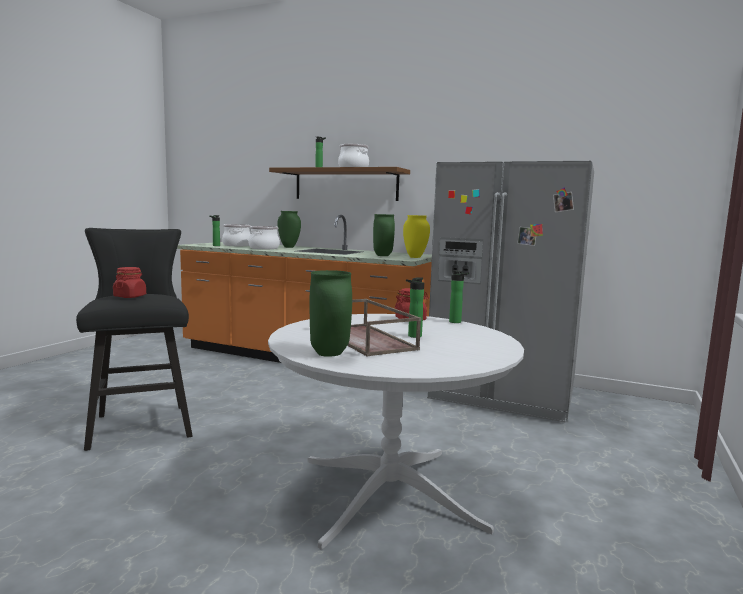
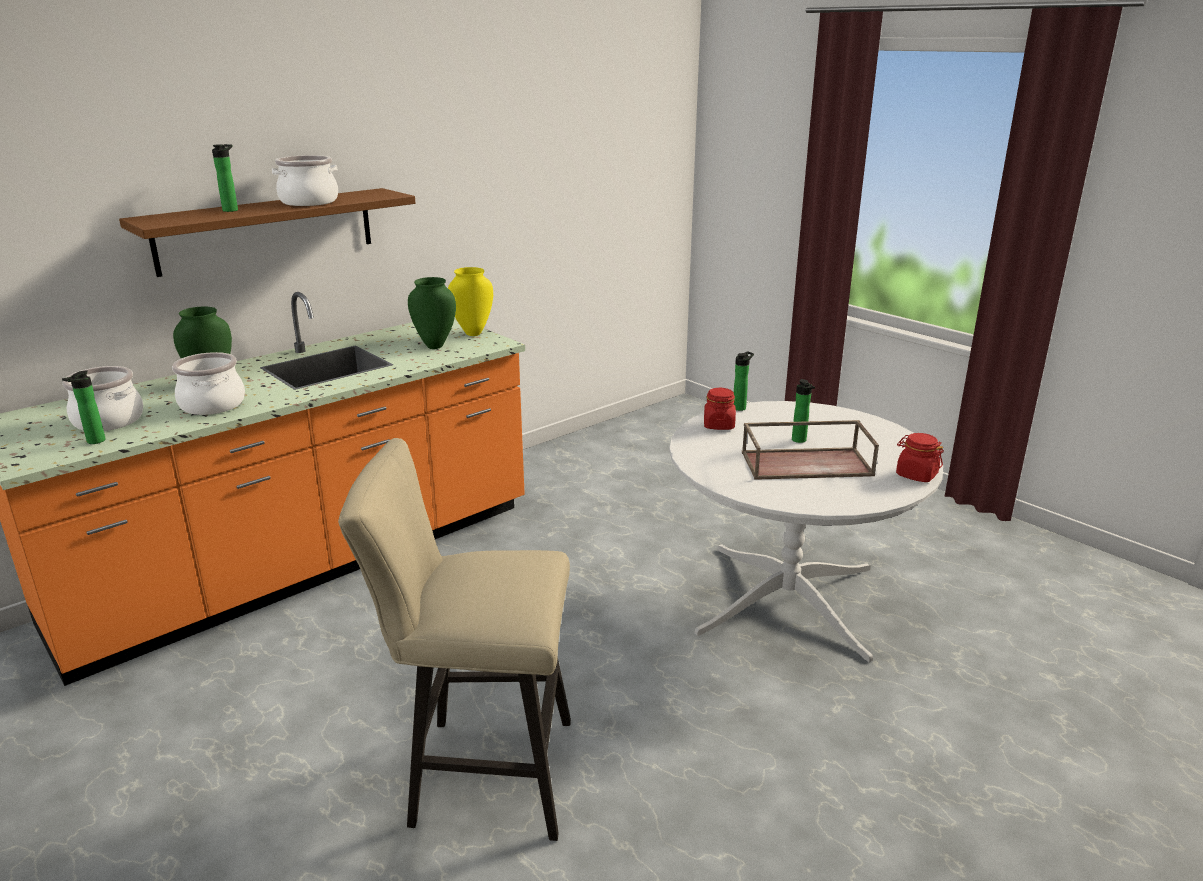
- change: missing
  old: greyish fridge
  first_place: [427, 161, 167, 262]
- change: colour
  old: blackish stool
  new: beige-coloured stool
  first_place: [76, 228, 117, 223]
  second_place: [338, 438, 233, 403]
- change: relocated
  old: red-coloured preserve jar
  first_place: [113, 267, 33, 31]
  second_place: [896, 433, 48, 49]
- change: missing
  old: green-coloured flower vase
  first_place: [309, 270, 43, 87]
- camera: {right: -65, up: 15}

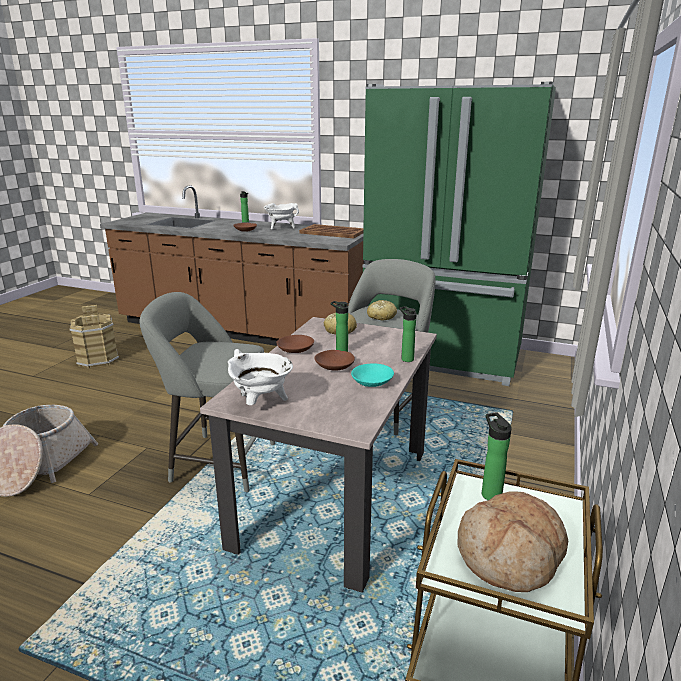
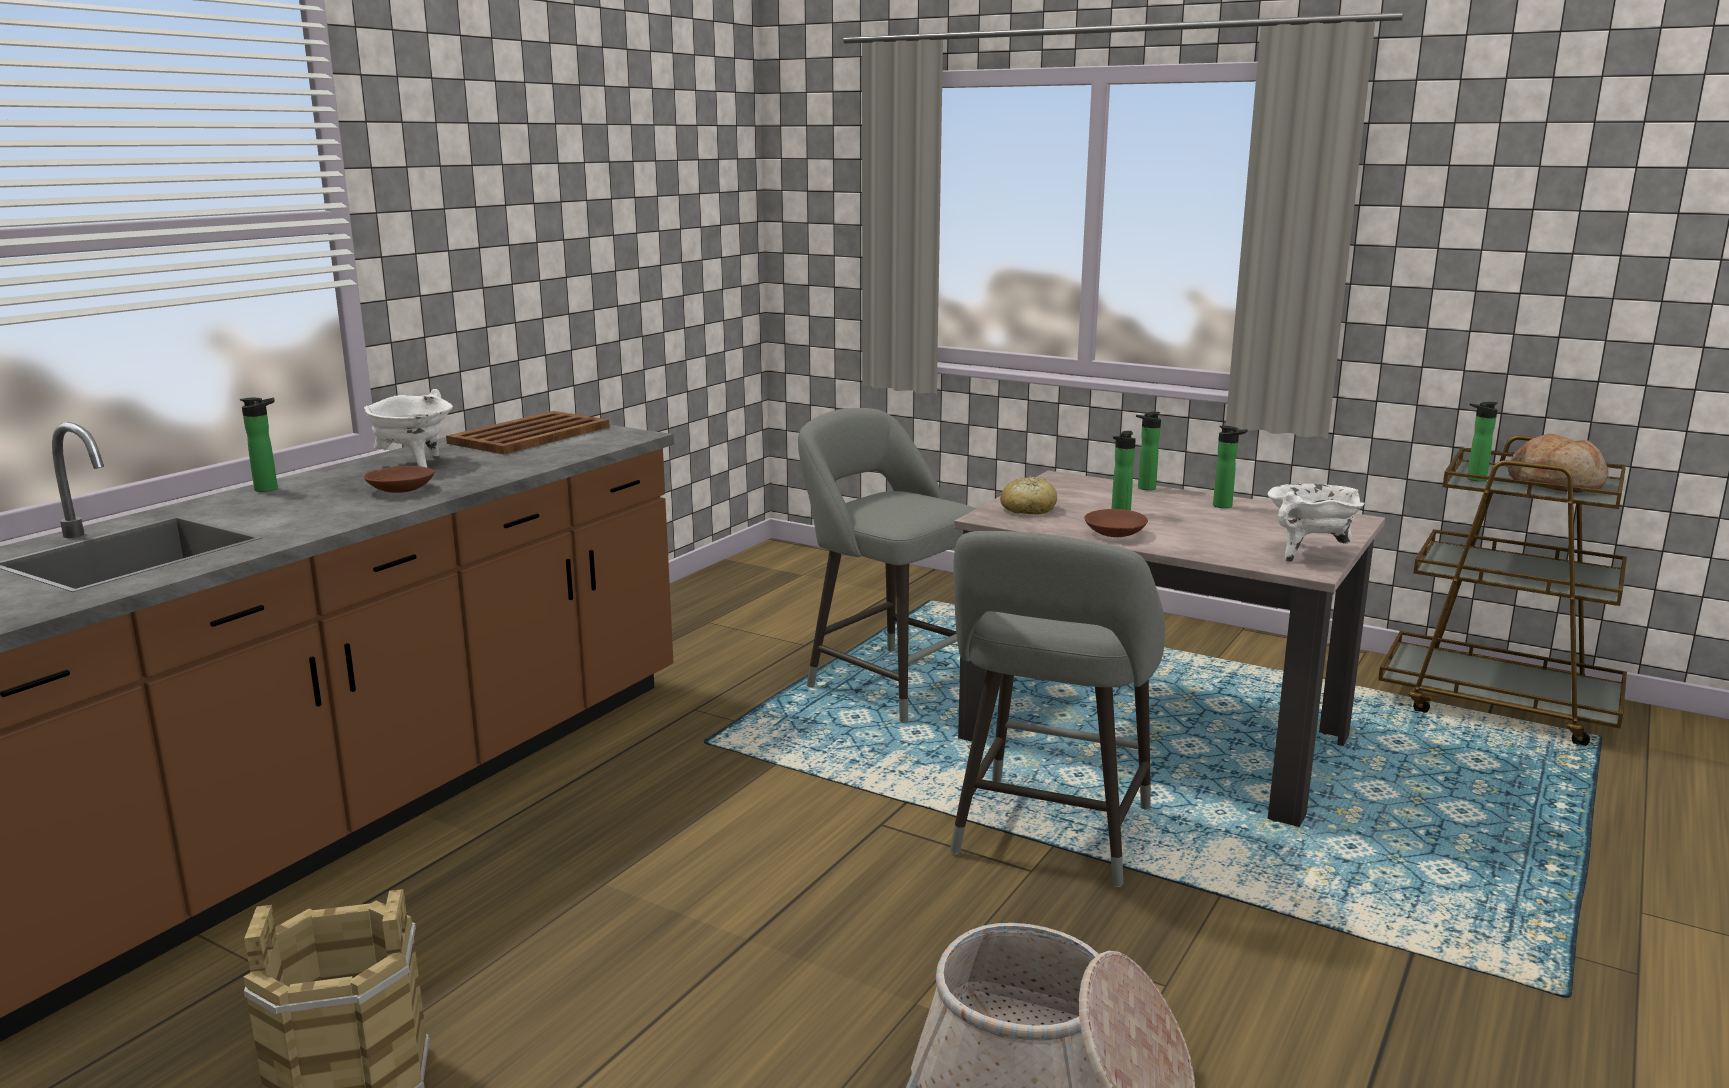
- change: missing
  old: green-coloured fridge
  first_place: [362, 82, 194, 304]
- change: missing
  old: baked bread
  first_place: [367, 300, 30, 20]
- change: missing
  old: brown-coloured serving bowl
  first_place: [314, 350, 41, 21]
- change: exchanged
  old: turquoise-coloured serving bowl
  new: bottle
  first_place: [351, 363, 43, 24]
  second_place: [1213, 426, 35, 82]
- camera: {right: -80, up: -5}

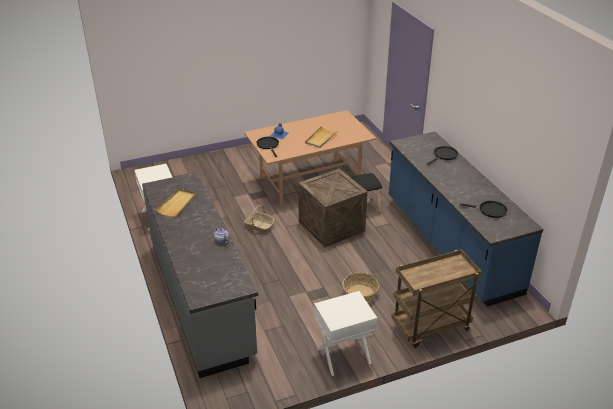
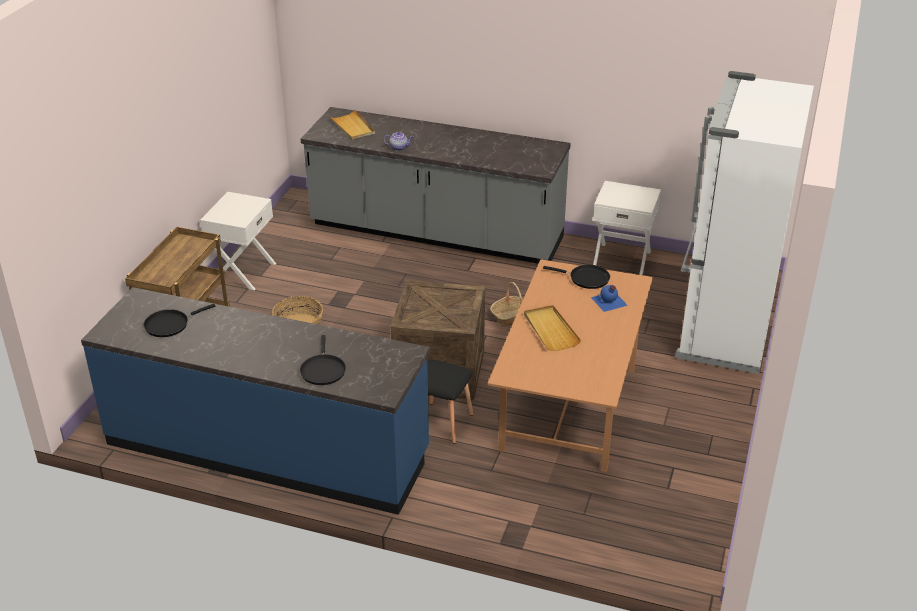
- change: relocated
  old: beige-coloured serving tray
  first_place: [156, 189, 40, 28]
  second_place: [329, 109, 46, 31]
- change: appeared
  new: white-coloured fridge
  second_place: [675, 71, 139, 303]
- camera: {right: 130, up: 0}

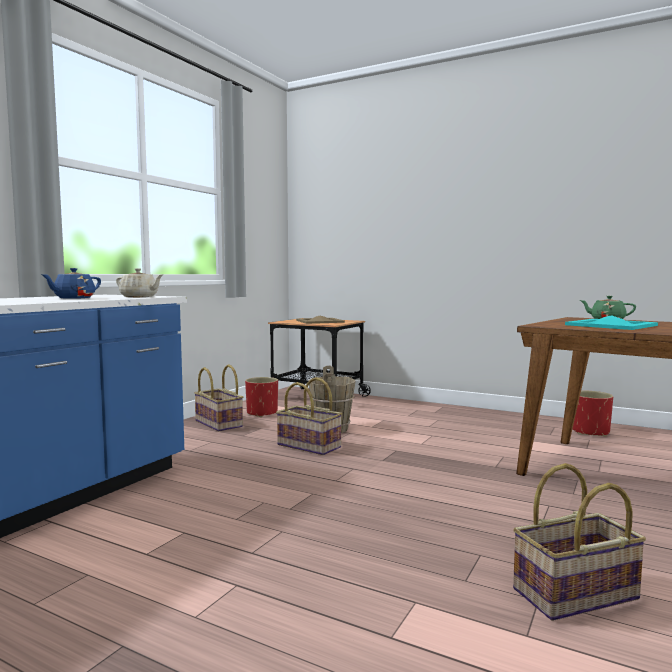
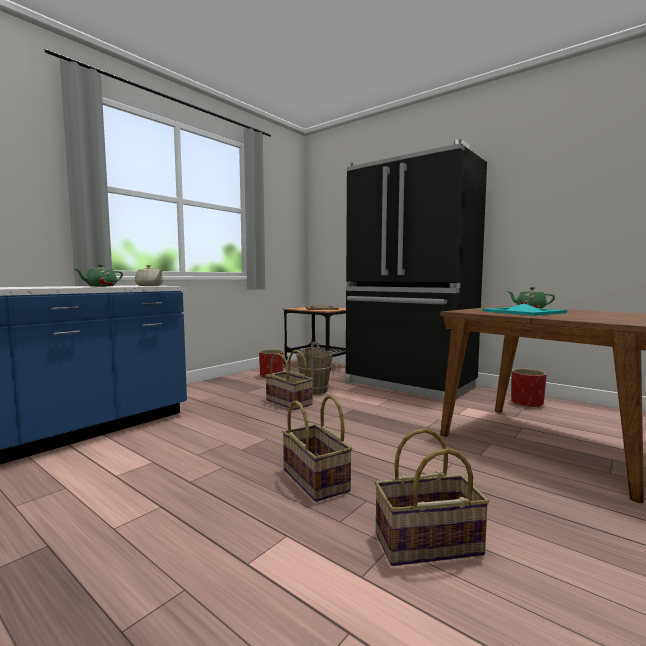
- change: colour
  old: blue pot for tea
  new: green-coloured pot for tea
  first_place: [41, 268, 60, 31]
  second_place: [75, 264, 48, 22]
- change: relocated
  old: household basket
  first_place: [194, 364, 49, 67]
  second_place: [282, 395, 70, 107]
- change: appeared
  new: blackish fridge
  second_place: [345, 139, 142, 263]
- camera: {right: 10, up: 0}

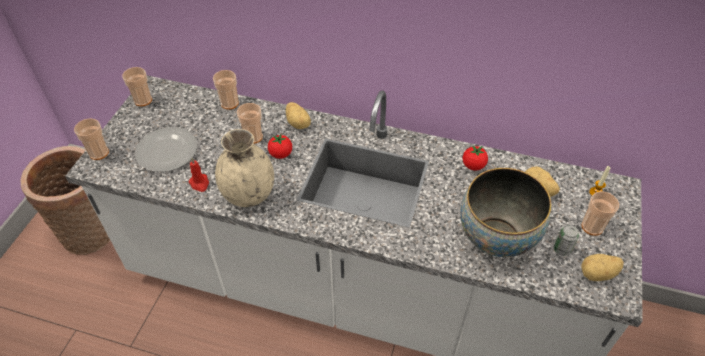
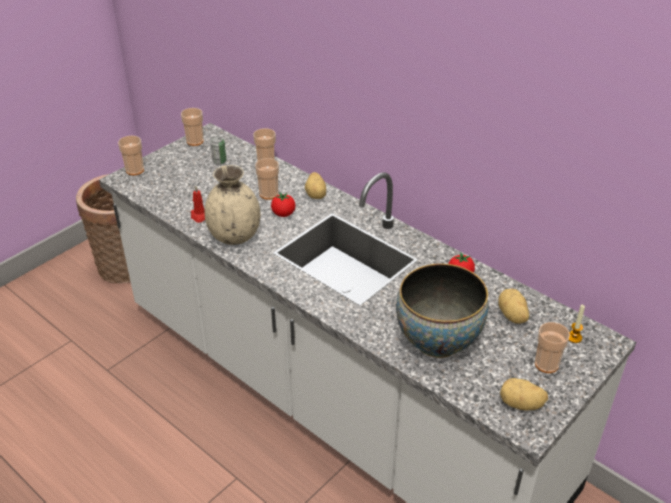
- change: missing
  old: flat dish
  first_place: [135, 127, 62, 45]
- change: relocated
  old: sealed can
  first_place: [554, 225, 25, 31]
  second_place: [210, 136, 16, 29]
- camera: {right: 25, up: -10}

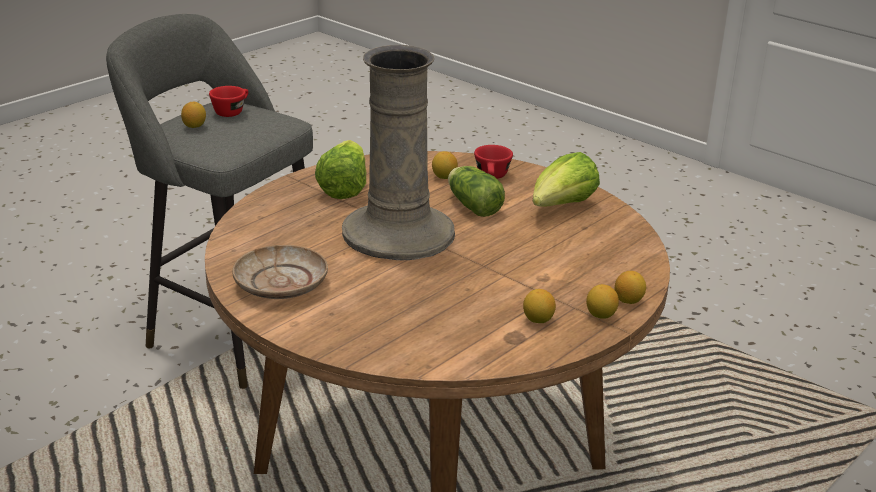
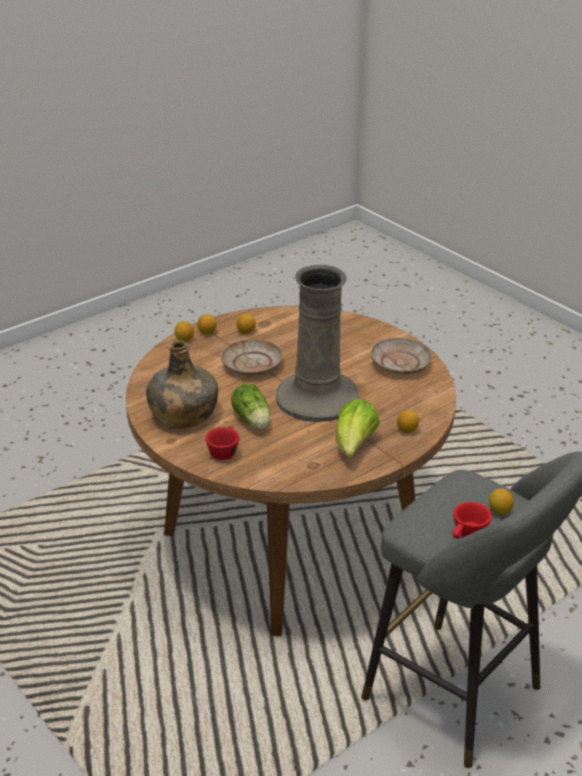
- change: relocated
  old: whole lemon
  first_place: [432, 151, 26, 28]
  second_place: [397, 410, 22, 23]
- change: exchanged
  old: head of lettuce
  new: green-coloured bottle
  first_place: [533, 152, 67, 55]
  second_place: [146, 341, 72, 88]
- change: appeared
  new: beige-coloured flat dish
  second_place: [221, 339, 62, 37]
- camera: {right: -170, up: 5}

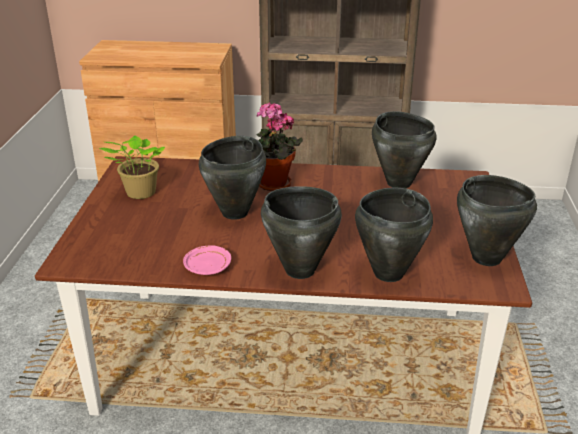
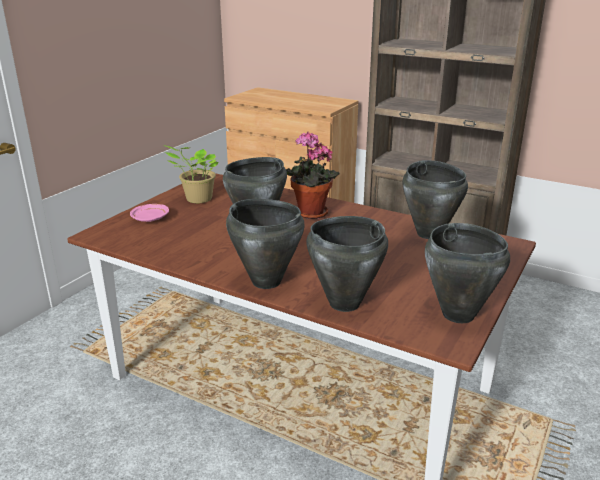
- change: relocated
  old: pink-coloured flat dish
  first_place: [183, 245, 48, 30]
  second_place: [130, 204, 39, 18]
- camera: {right: 25, up: -5}

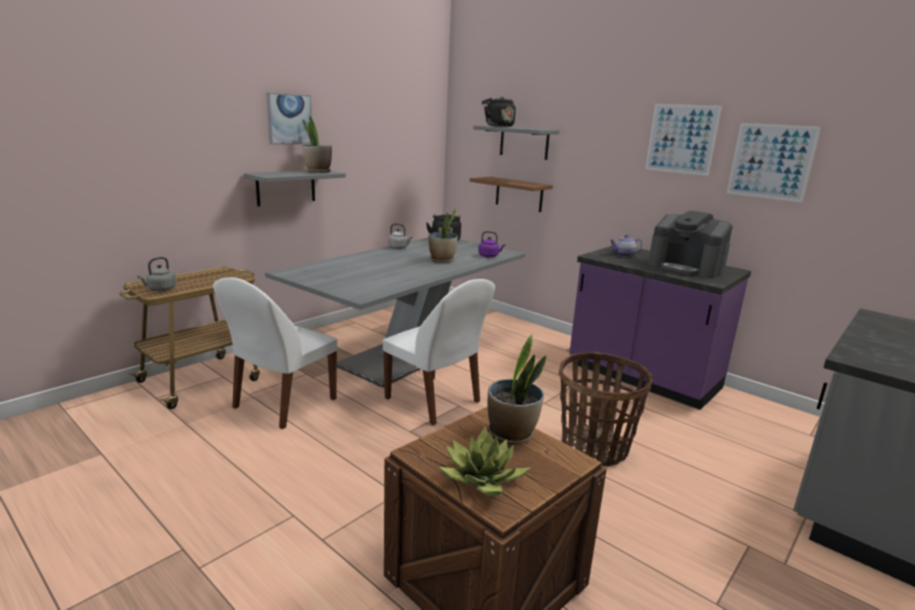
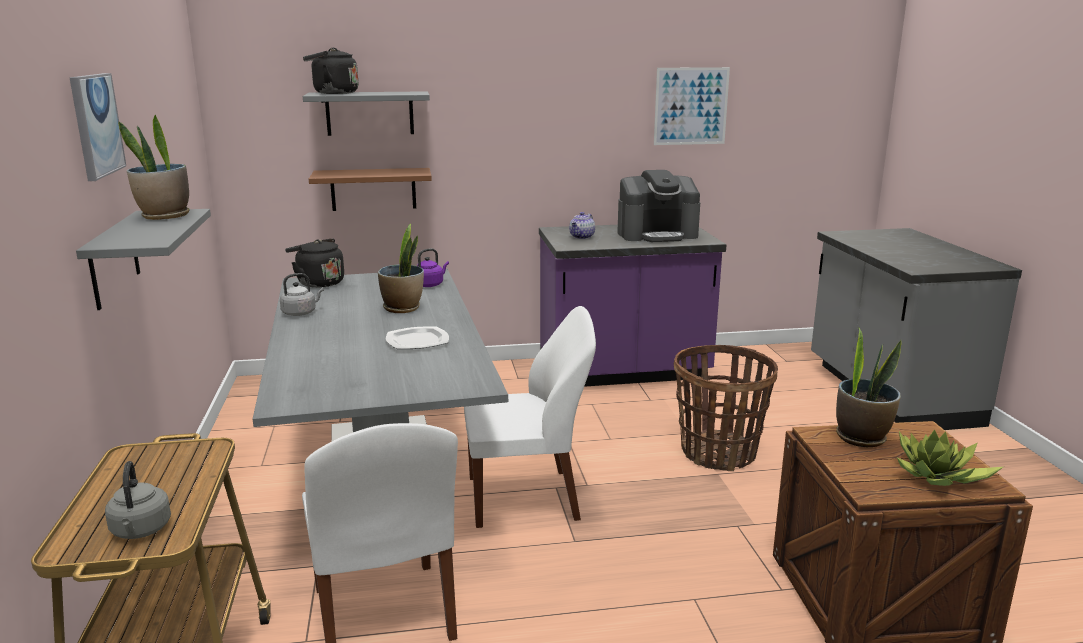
- change: missing
  old: picture
  first_place: [645, 104, 77, 72]
- change: appeared
  new: flat dish
  second_place: [386, 326, 63, 23]
- camera: {right: -50, up: 0}

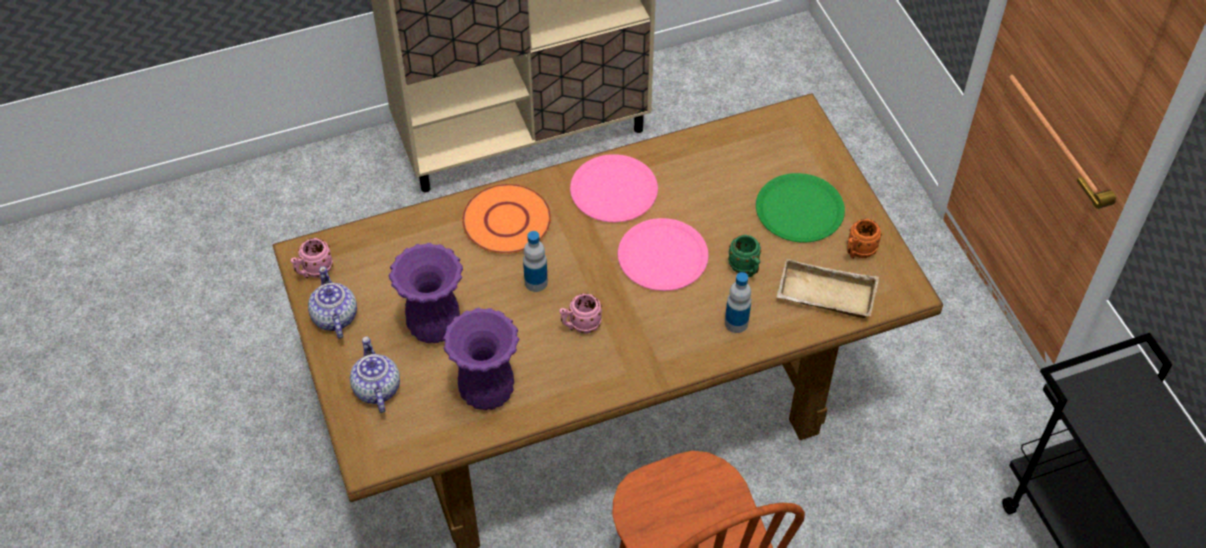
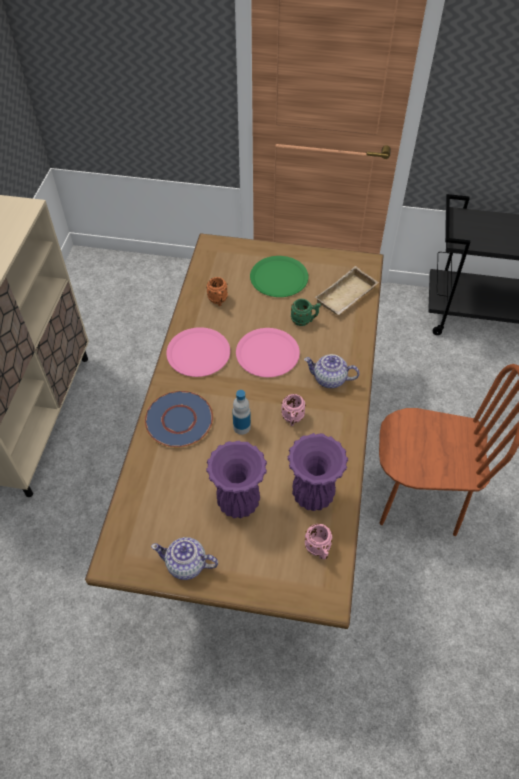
- change: colour
  old: orangey flat dish
  new: blue flat dish
  first_place: [462, 184, 89, 70]
  second_place: [145, 391, 68, 57]
- change: relocated
  old: orangey mug
  first_place: [847, 219, 35, 40]
  second_place: [206, 277, 22, 29]
- change: relocated
  old: pink-coloured mug
  first_place: [290, 238, 43, 40]
  second_place: [305, 523, 27, 37]
- change: missing
  old: bottle
  first_place: [725, 272, 26, 61]
- change: relocated
  old: pot for tea
  first_place: [350, 337, 50, 76]
  second_place: [304, 354, 55, 34]
- camera: {right: -60, up: 0}

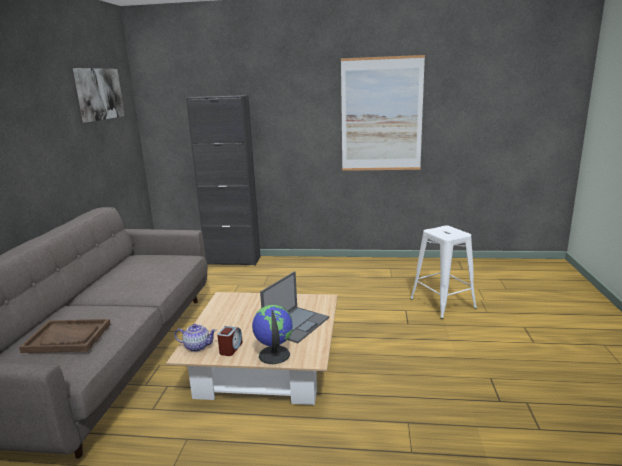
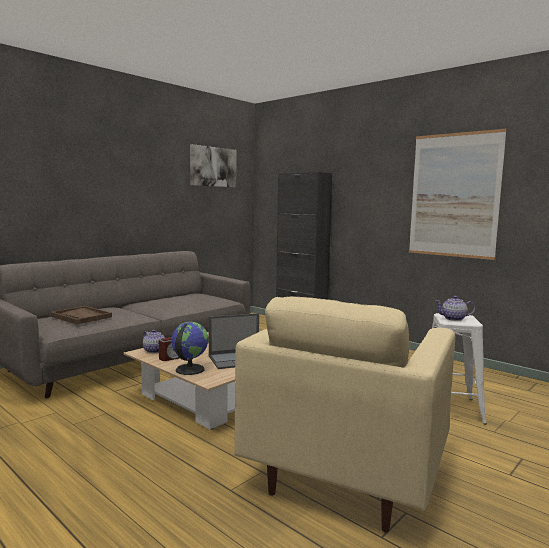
- change: appeared
  new: pot for tea
  second_place: [435, 296, 40, 25]
- change: appeared
  new: beige-coloured armchair
  second_place: [234, 297, 221, 236]
- camera: {right: 35, up: -10}

